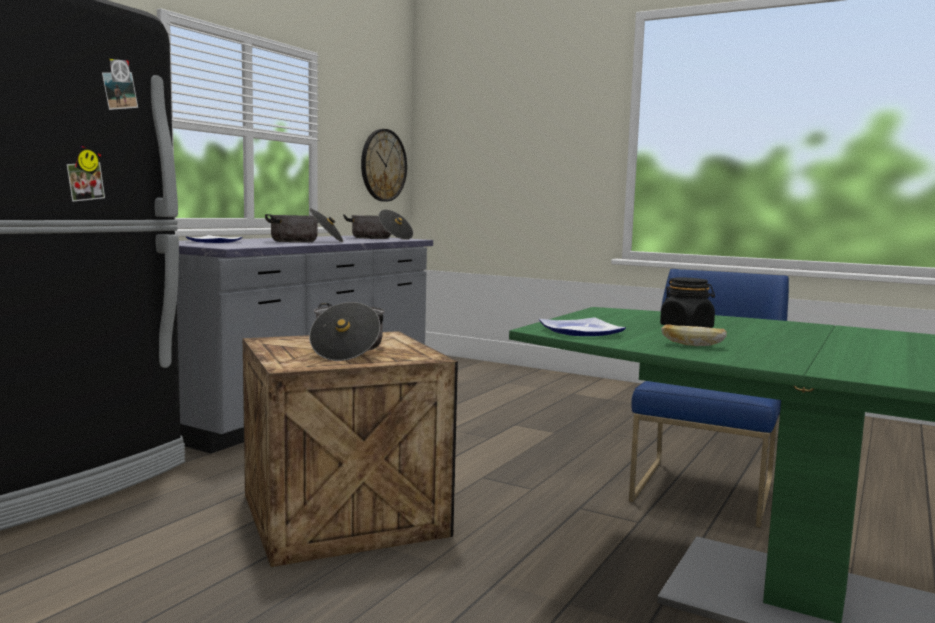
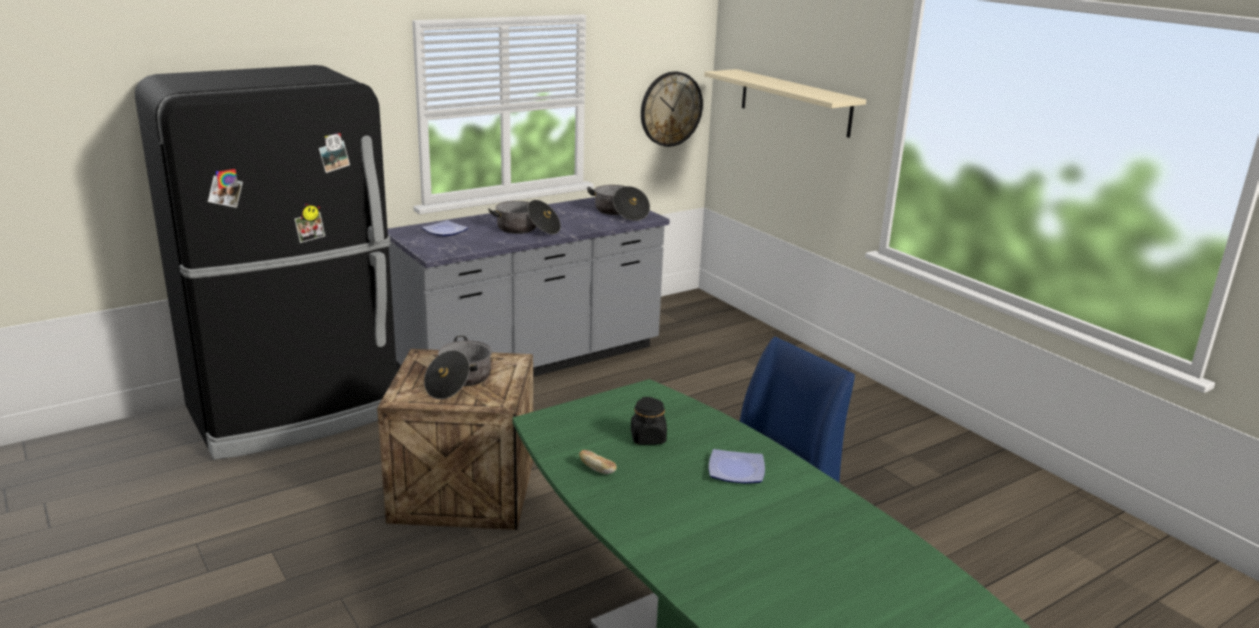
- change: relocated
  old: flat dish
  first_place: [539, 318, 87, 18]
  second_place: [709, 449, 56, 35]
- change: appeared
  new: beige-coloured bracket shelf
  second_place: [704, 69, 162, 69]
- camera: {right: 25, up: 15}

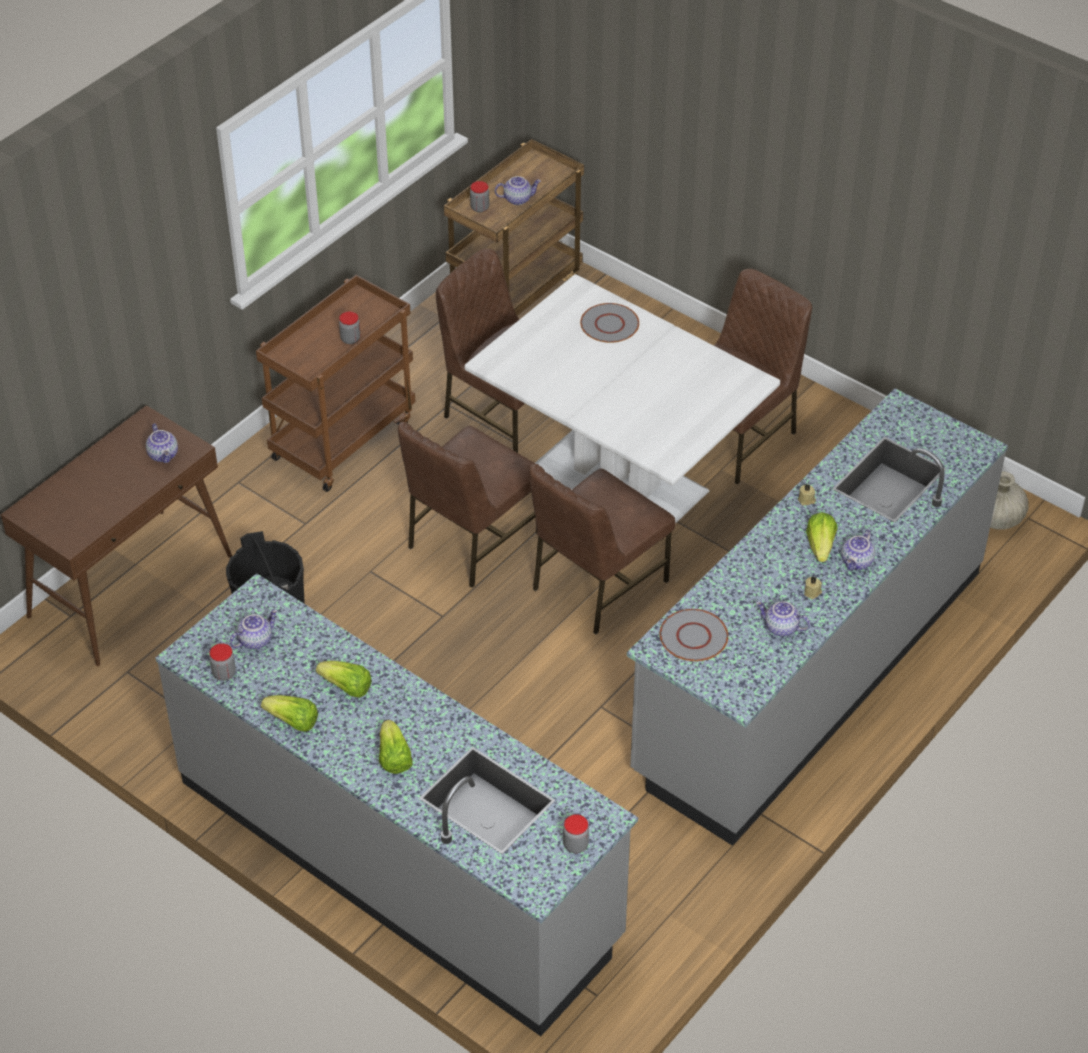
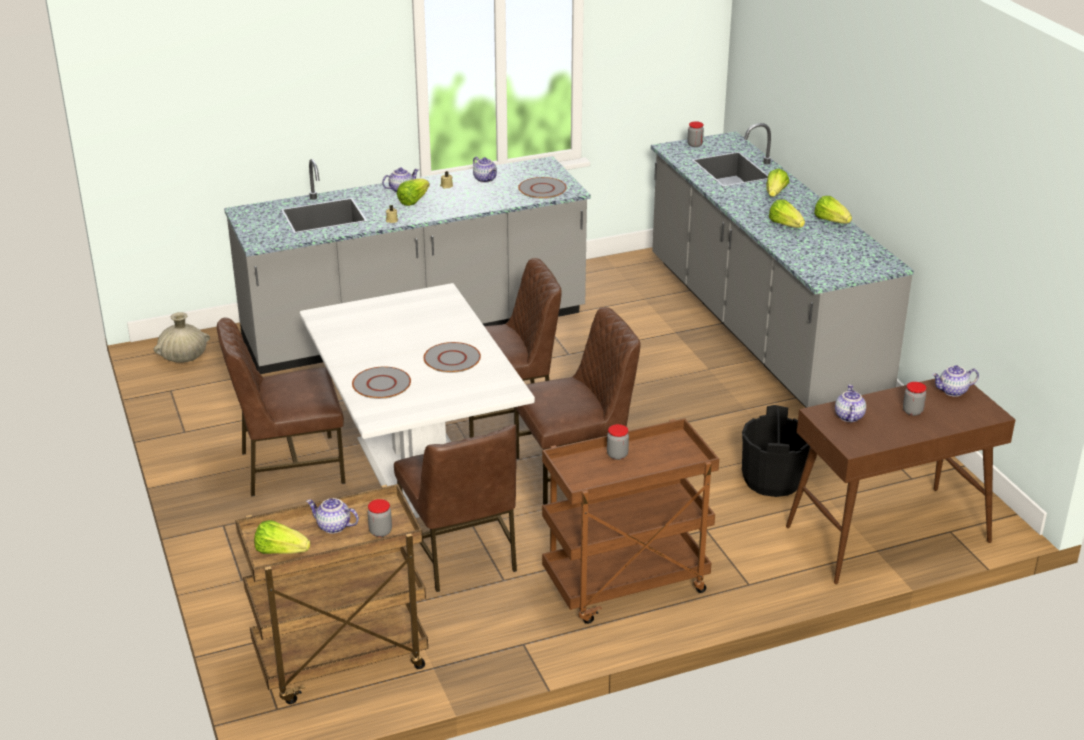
- change: relocated
  old: pot for tea
  first_place: [229, 610, 49, 39]
  second_place: [932, 365, 47, 32]
- change: relocated
  old: preserve jar
  first_place: [210, 643, 26, 38]
  second_place: [903, 382, 23, 34]
- change: appeared
  new: greyish flat dish
  second_place: [423, 342, 58, 31]
- change: appeared
  new: head of lettuce
  second_place: [254, 520, 56, 34]
- camera: {right: -150, up: -15}

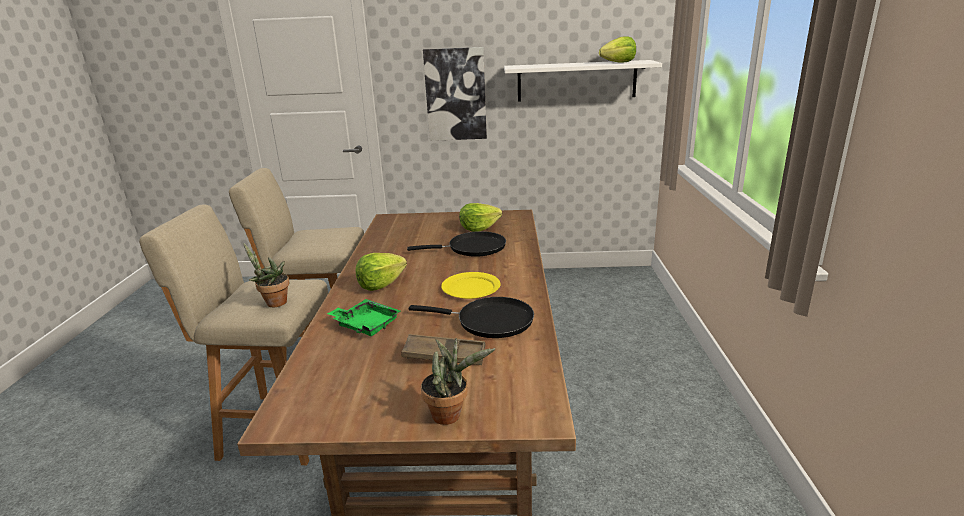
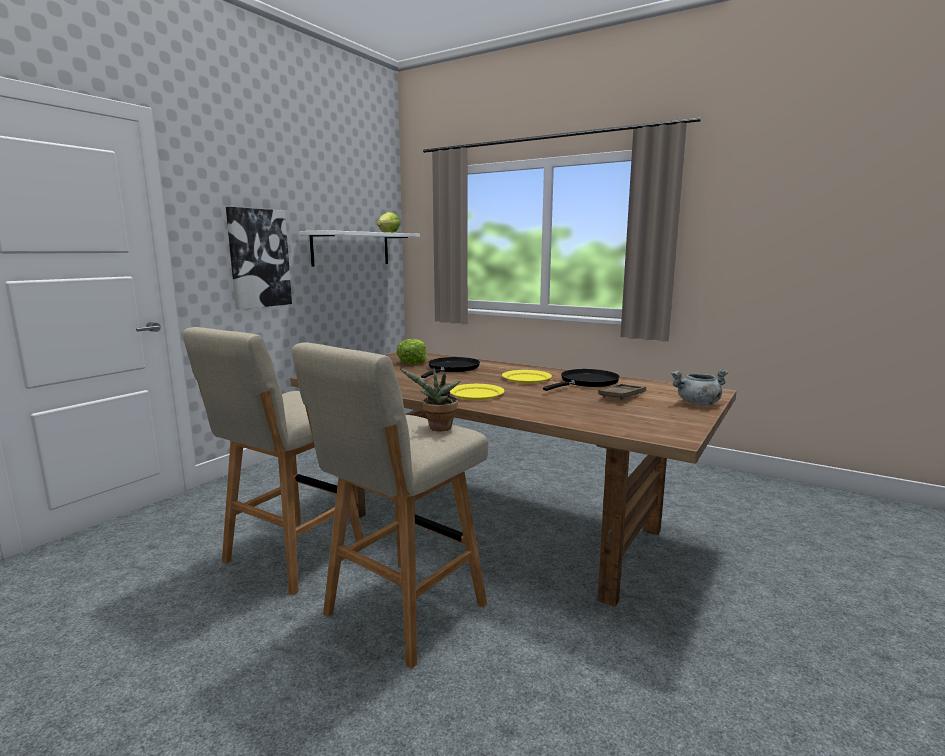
- change: exchanged
  old: head of lettuce
  new: yellow-coloured flat dish
  first_place: [355, 253, 52, 38]
  second_place: [450, 384, 54, 16]
- change: missing
  old: green-coloured serving tray
  first_place: [327, 299, 74, 37]
- change: exchanged
  old: potted plant
  new: greyish cooking pot
  first_place: [421, 338, 74, 87]
  second_place: [671, 369, 58, 36]
- camera: {right: -60, up: -10}

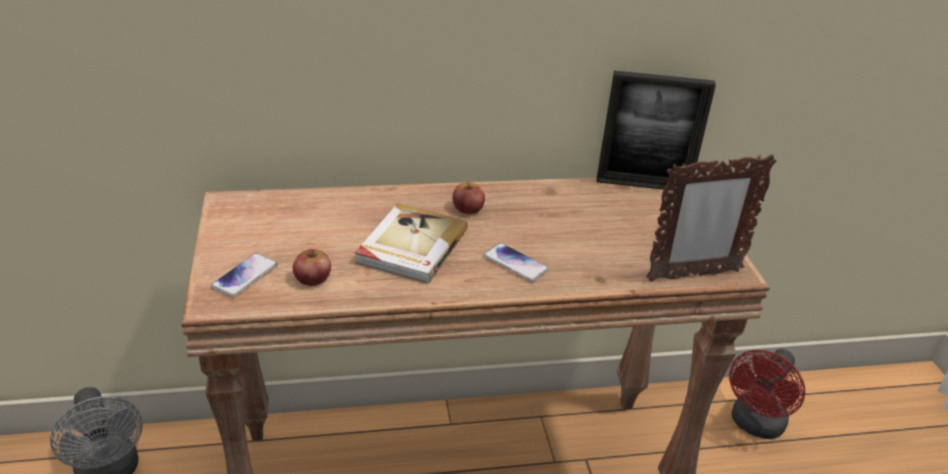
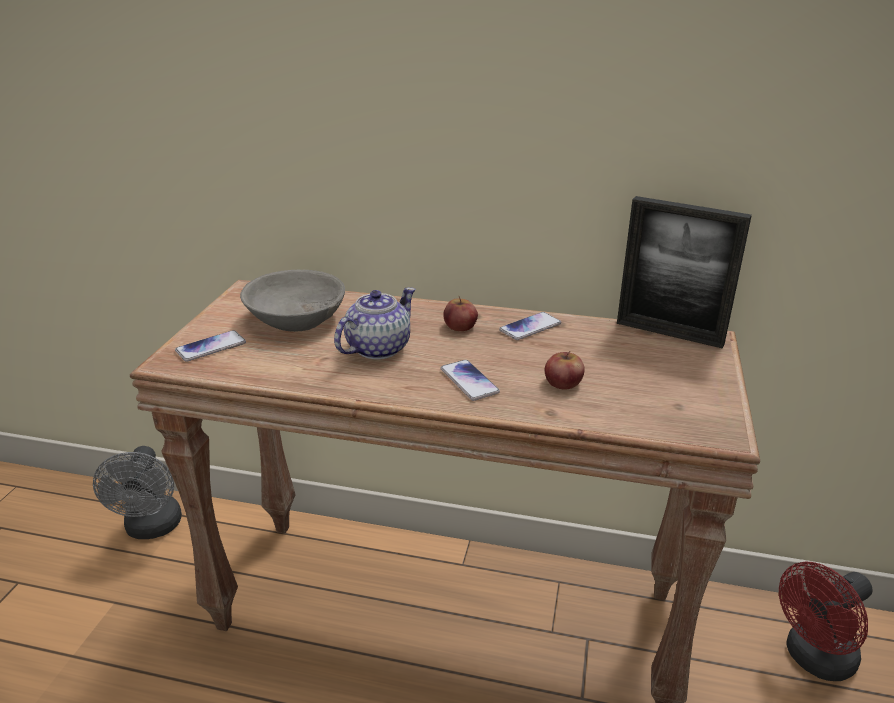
- change: missing
  old: standing frame
  first_place: [646, 154, 130, 128]
- change: exchanged
  old: volume
  new: pot for tea
  first_place: [355, 203, 113, 81]
  second_place: [334, 287, 82, 72]
- change: relocated
  old: whole apple
  first_place: [293, 249, 38, 37]
  second_place: [545, 351, 40, 38]
- change: appeared
  new: greyish serving bowl
  second_place: [240, 270, 105, 62]
- change: appeared
  new: handset
  second_place: [499, 312, 62, 28]
- camera: {right: 25, up: -5}

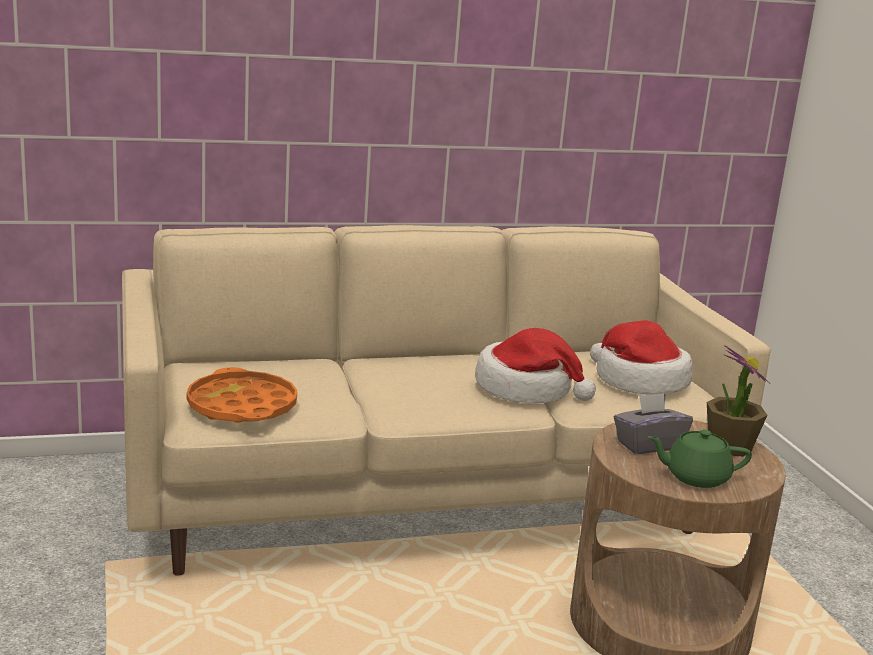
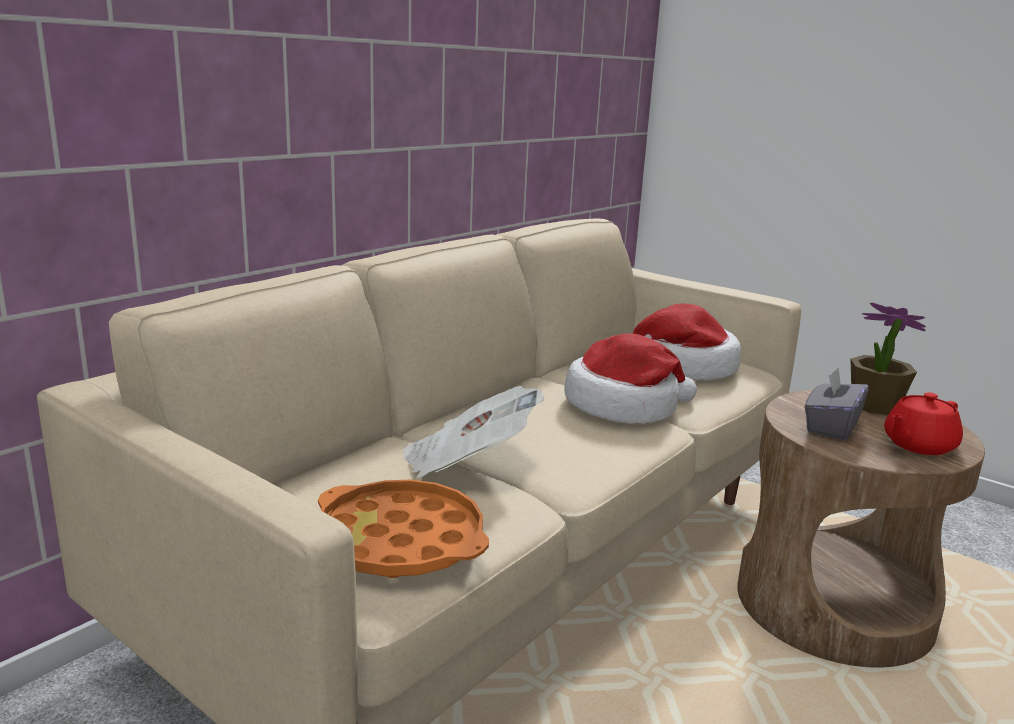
- change: colour
  old: green-coloured pot for tea
  new: red-coloured pot for tea
  first_place: [648, 429, 104, 59]
  second_place: [884, 392, 79, 63]
- change: appeared
  new: newspaper
  second_place: [402, 386, 142, 92]
- camera: {right: -35, up: 0}

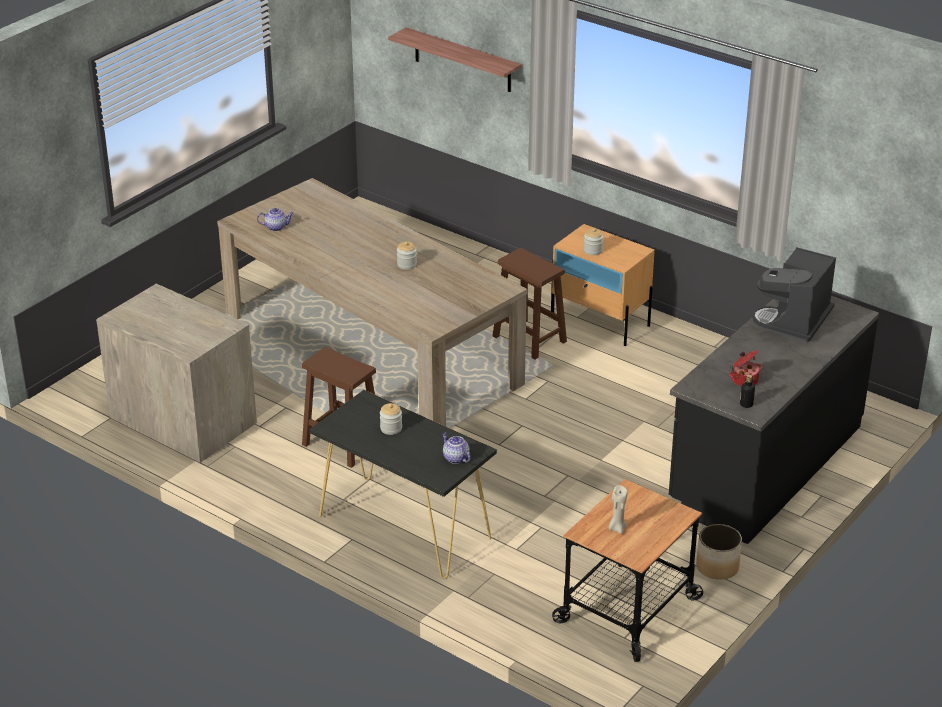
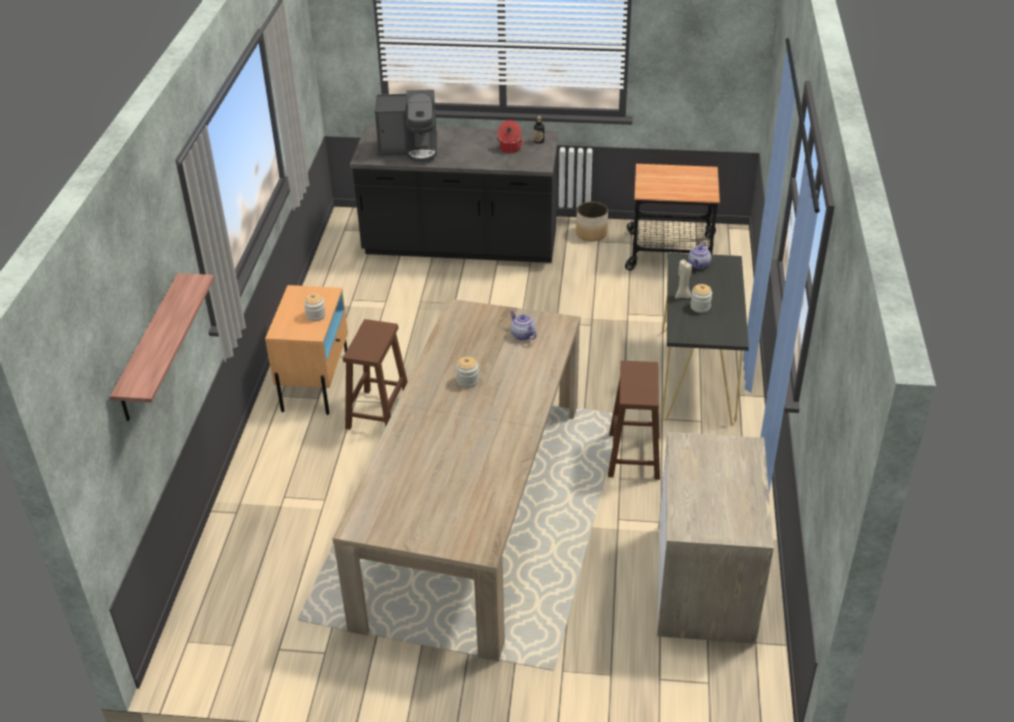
- change: relocated
  old: pot for tea
  first_place: [257, 208, 37, 23]
  second_place: [510, 311, 27, 29]
- change: relocated
  old: beige-coloured candle
  first_place: [608, 485, 20, 49]
  second_place: [675, 260, 17, 39]
- camera: {right: -120, up: 5}

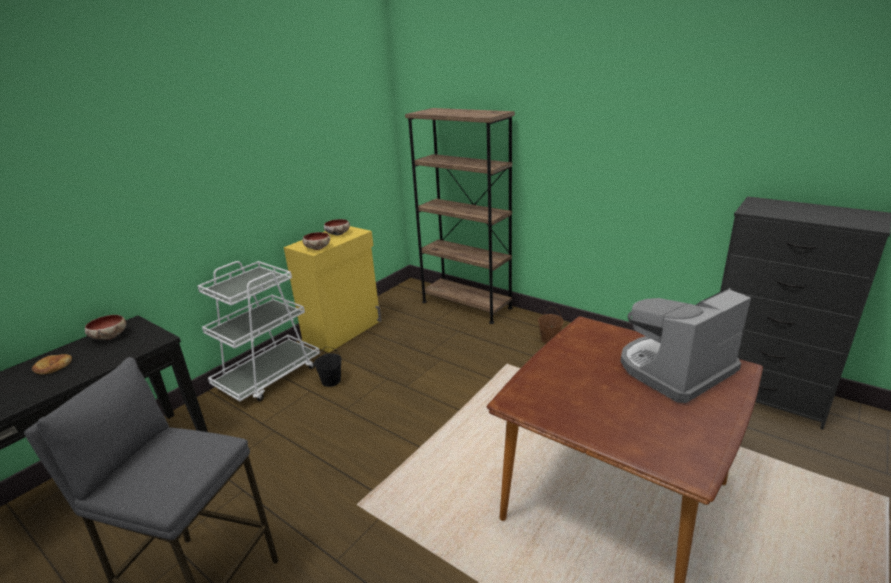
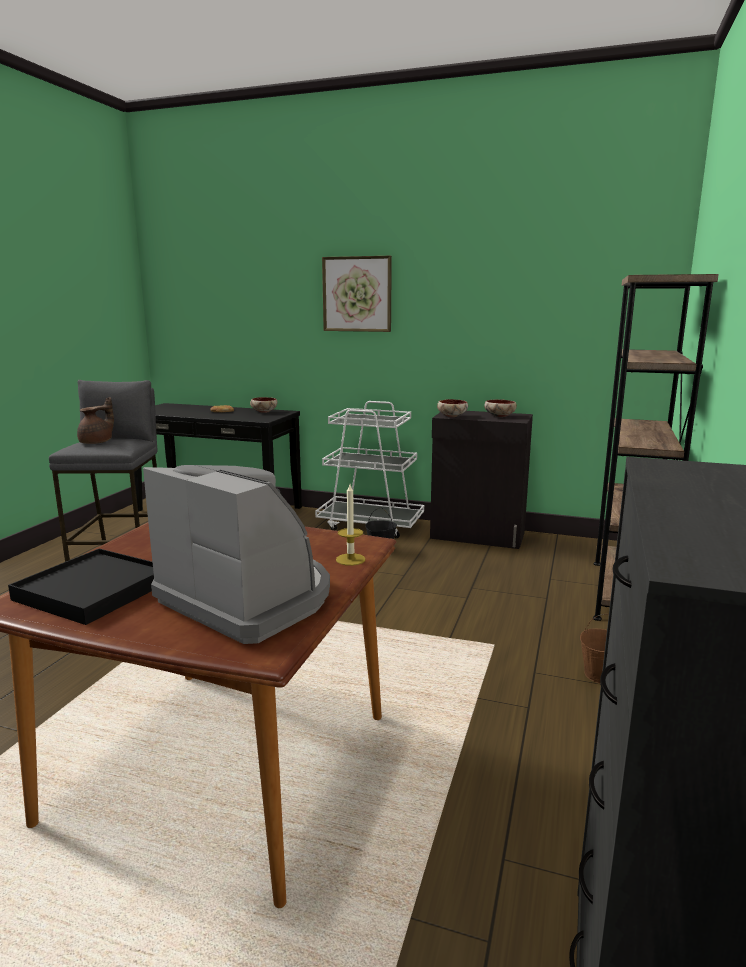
- change: colour
  old: yellow-coloured storage cabinet
  new: blackish storage cabinet
  first_place: [284, 226, 98, 127]
  second_place: [430, 411, 103, 138]
- change: appeared
  new: picture
  second_place: [322, 256, 70, 76]
- change: appeared
  new: brown-coloured pot for tea
  second_place: [77, 397, 37, 47]
- change: appeared
  new: candle
  second_place: [336, 484, 30, 82]
- change: appeared
  new: blackish serving tray
  second_place: [8, 548, 146, 77]
- camera: {right: 70, up: -10}

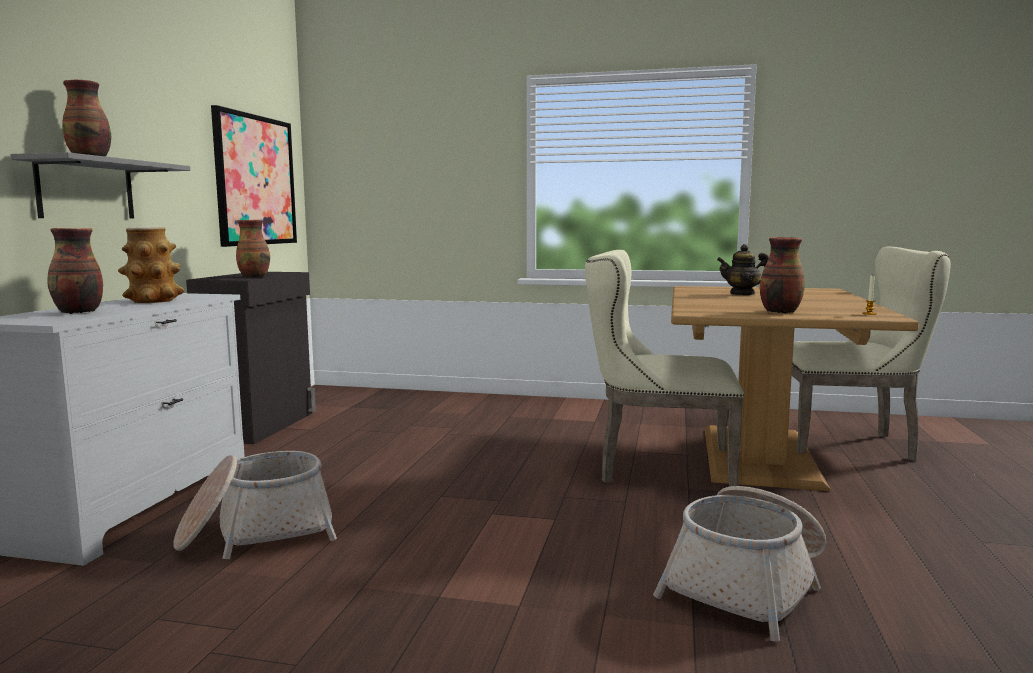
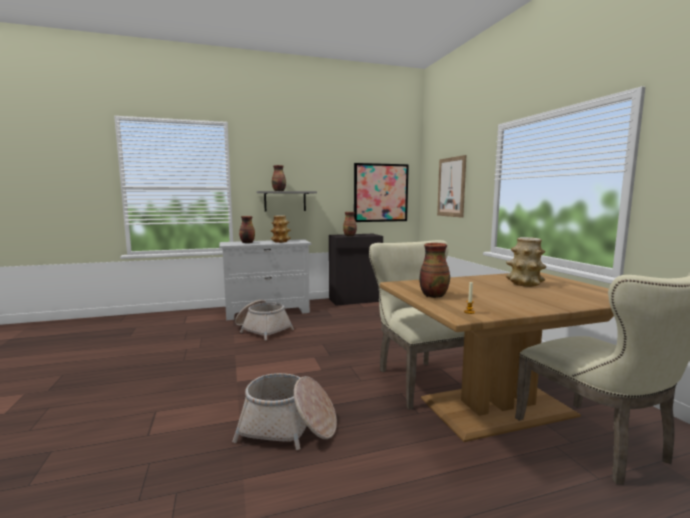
- change: exchanged
  old: pot for tea
  new: flower vase
  first_place: [717, 244, 52, 51]
  second_place: [506, 237, 40, 50]
- change: appeared
  new: picture
  second_place: [437, 155, 29, 63]
- camera: {right: 60, up: 0}

